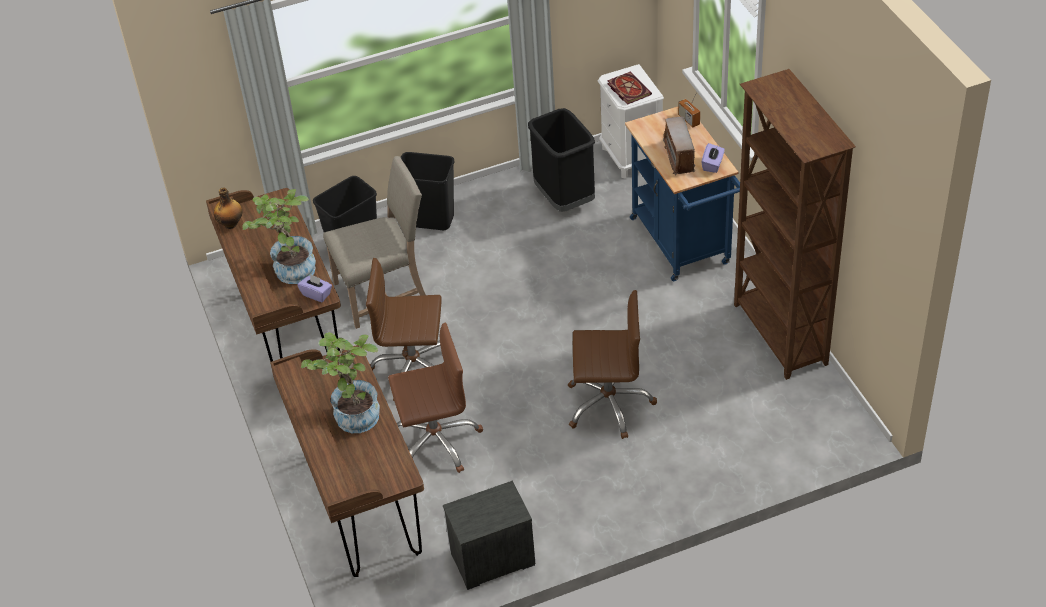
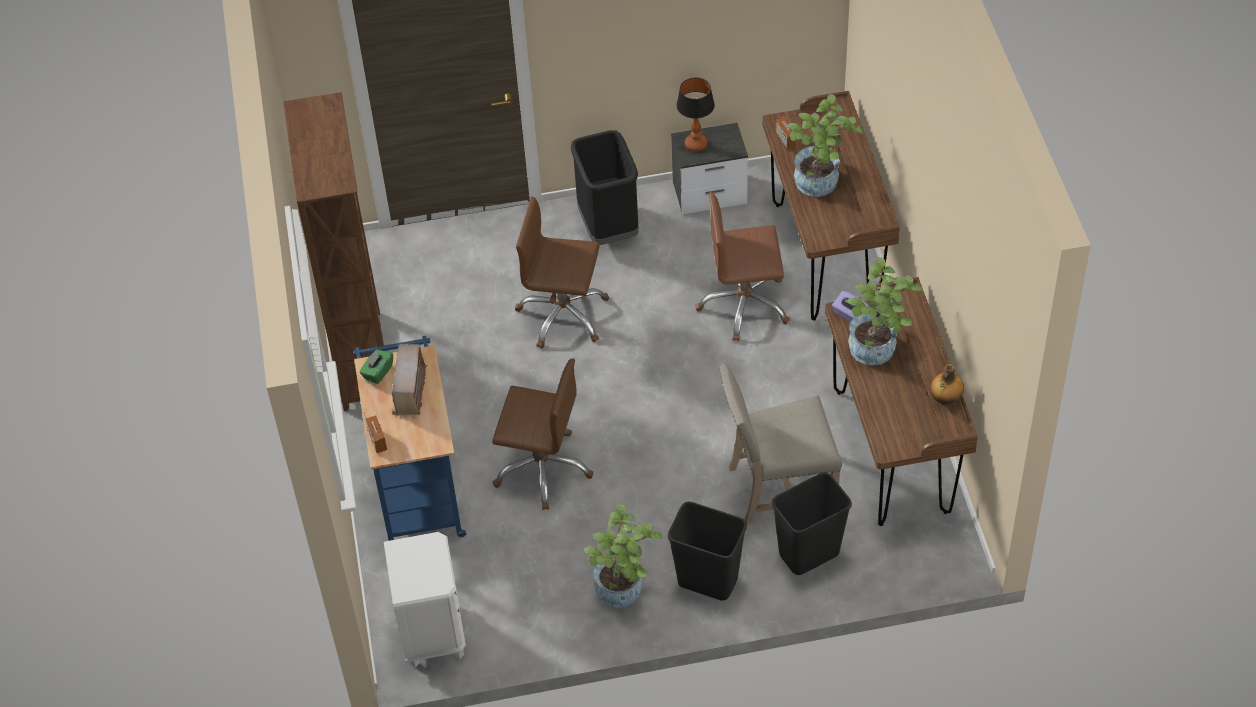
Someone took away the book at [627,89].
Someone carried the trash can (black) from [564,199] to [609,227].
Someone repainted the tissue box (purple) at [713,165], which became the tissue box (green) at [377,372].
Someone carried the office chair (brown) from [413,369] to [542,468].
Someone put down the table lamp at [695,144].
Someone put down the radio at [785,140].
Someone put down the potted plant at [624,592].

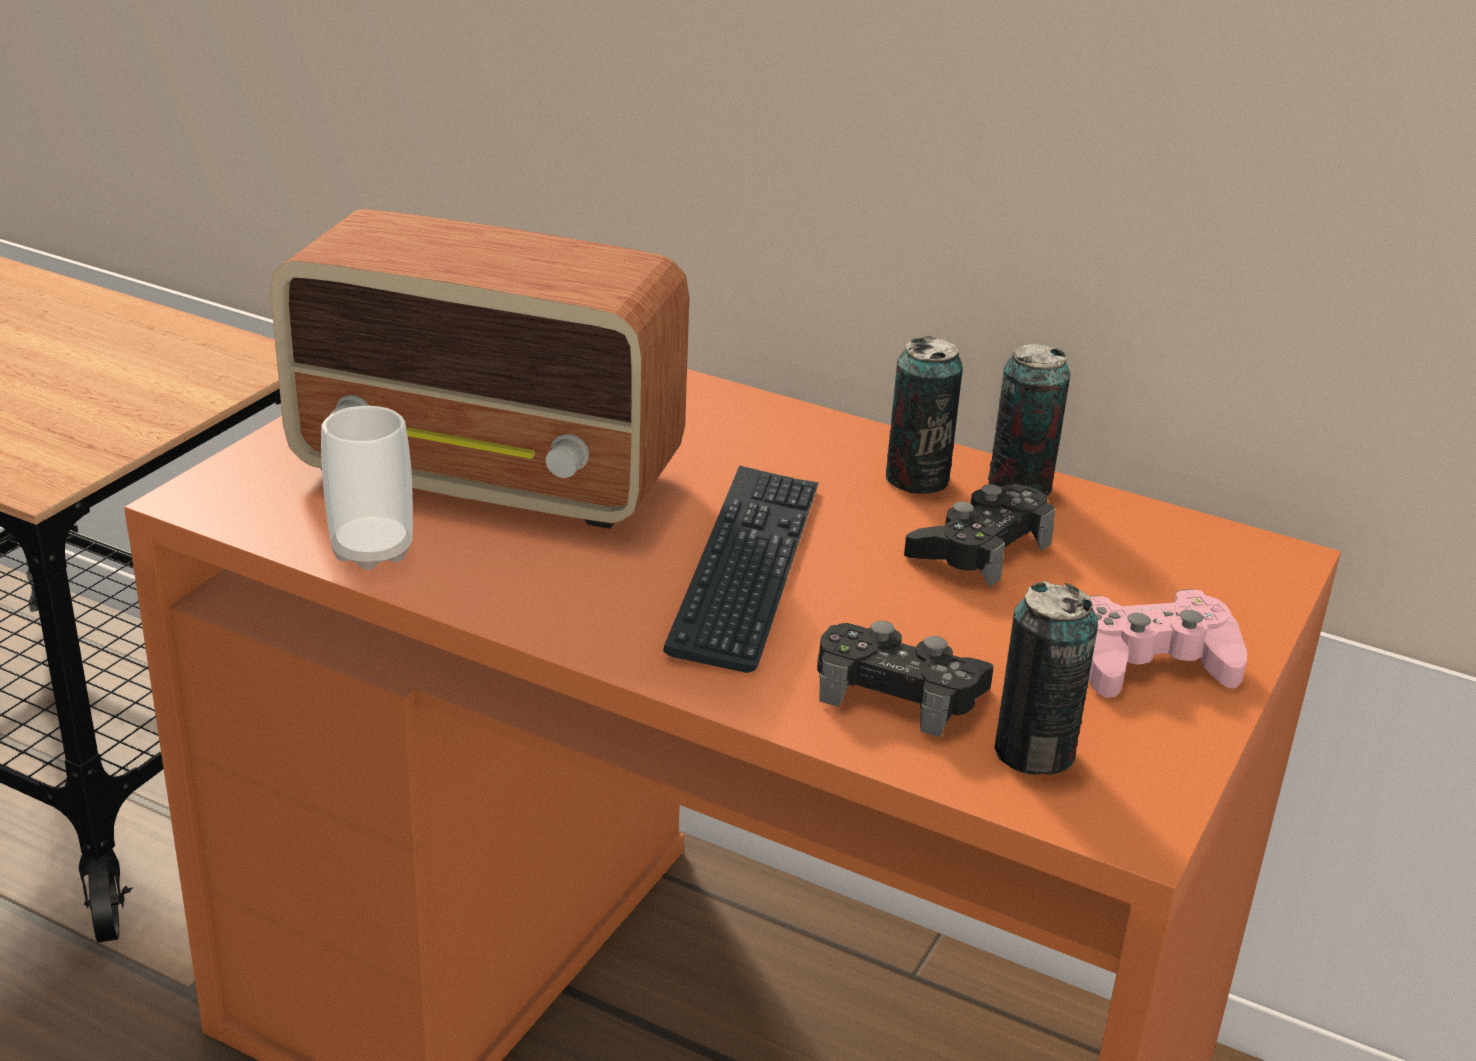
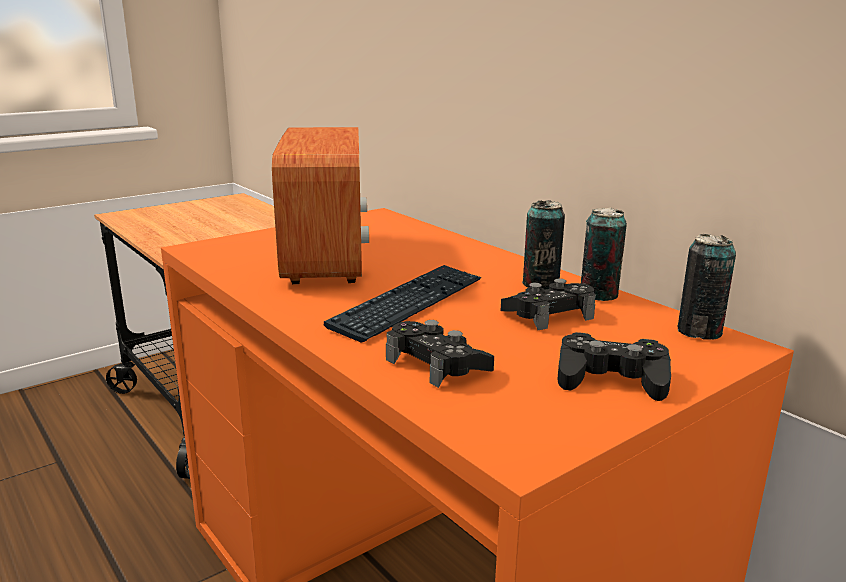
Someone rotated the radio at [491,475] by 135 degrees counterclockwise.
Someone took away the cup at [372,551].
Someone carried the can from [1034,752] to [699,332].
Someone repainted the game controller (pink) at [1151,661], which became the game controller (black) at [611,378].

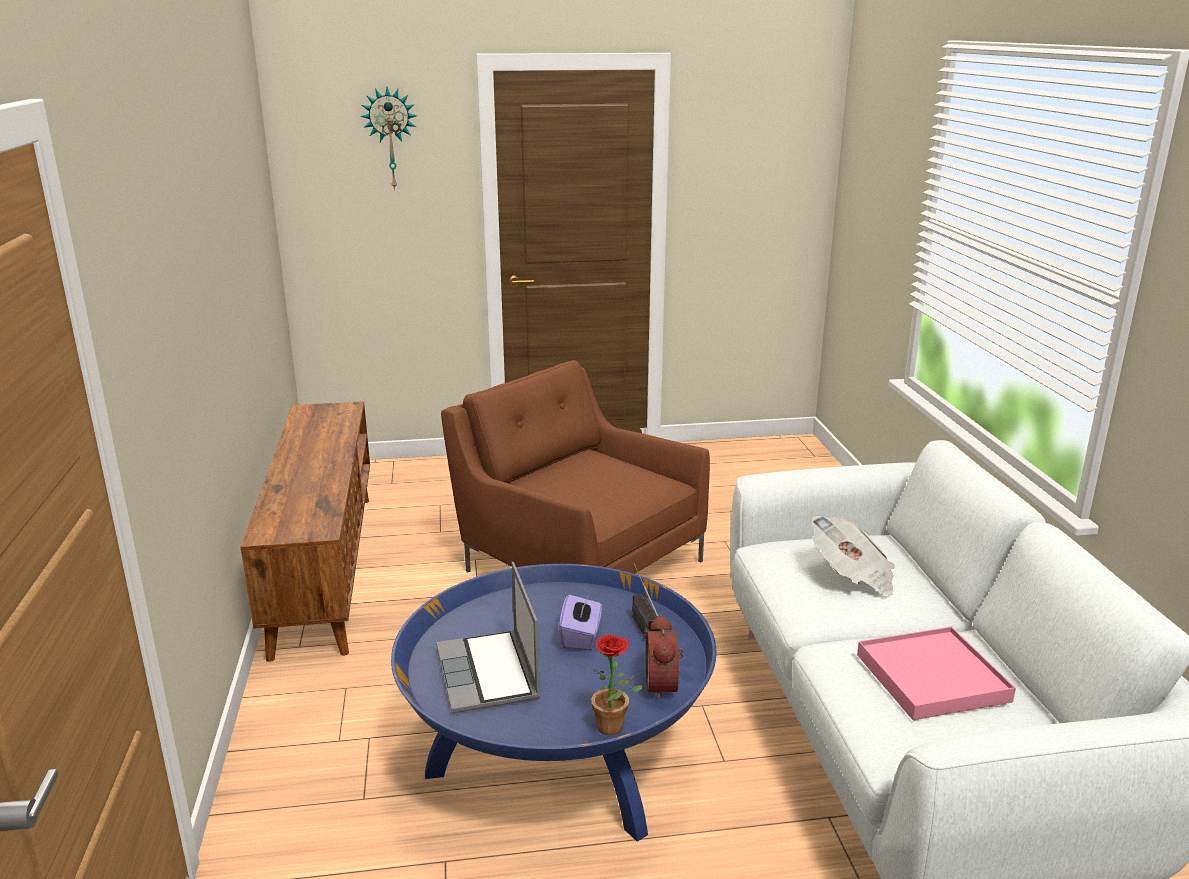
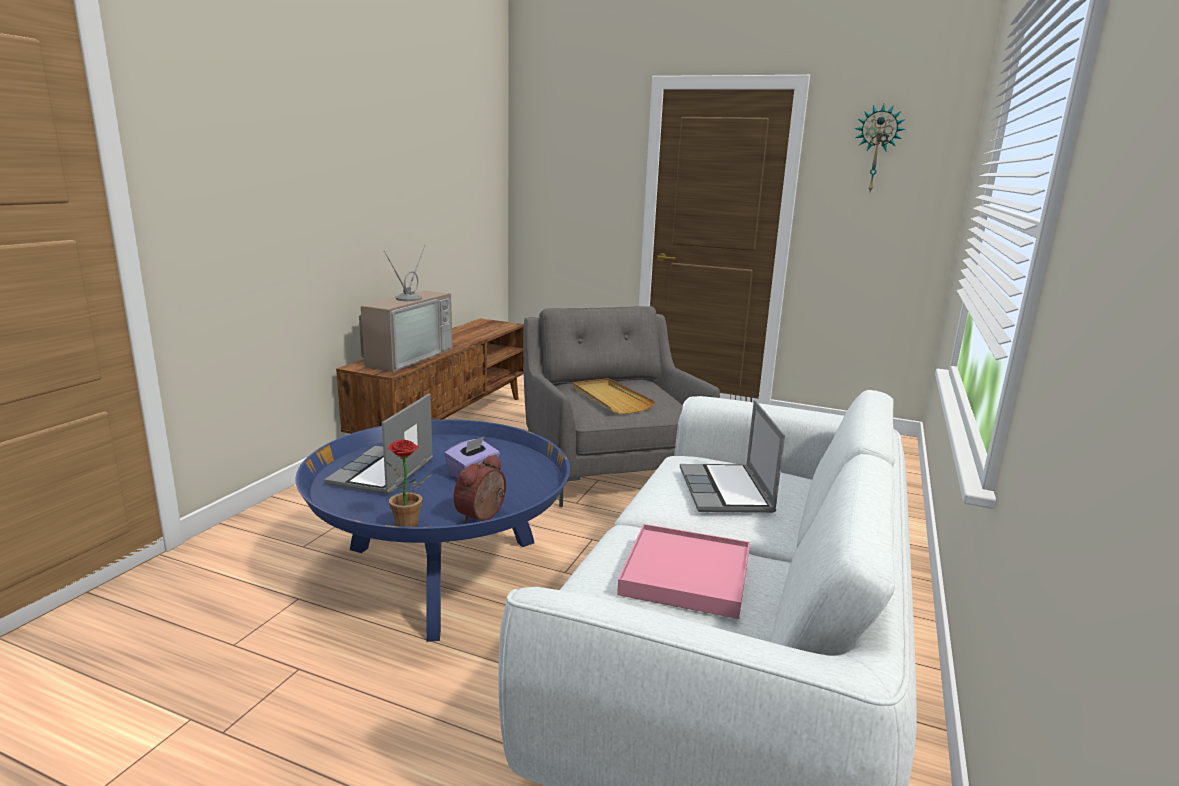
Someone carried the wall clock from [390,138] to [876,149].
Someone repainted the armchair (brown) at [578,562], which became the armchair (grey) at [611,466].
Someone swapped the newspaper at [852,576] for the laptop at [727,491].
Someone took away the radio at [639,621].
Someone put down the television at [405,357].
Someone put down the tray (beige) at [610,399].

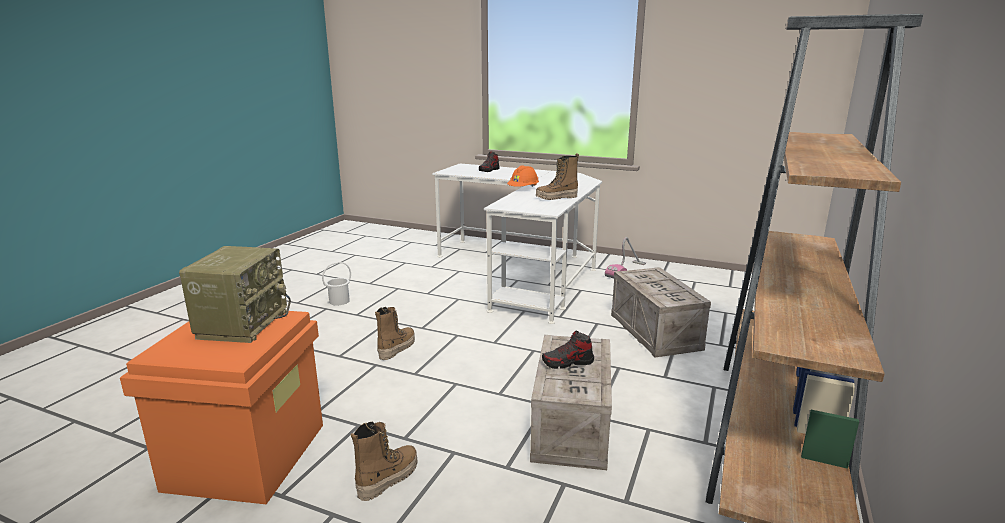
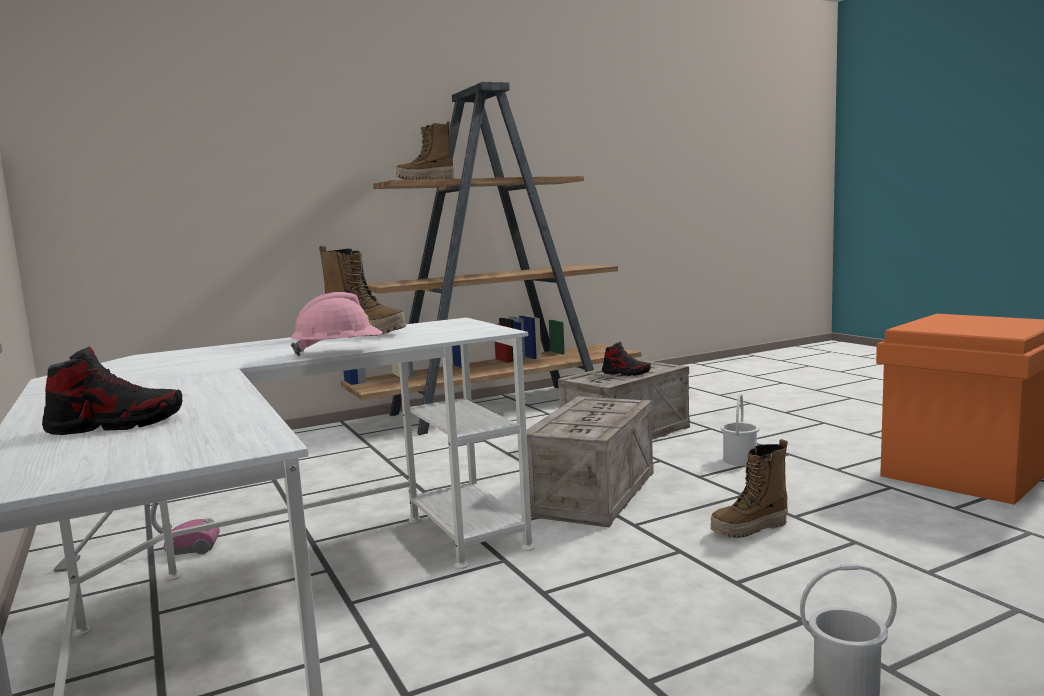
Someone repainted the hard hat (orange) at [523,189], which became the hard hat (pink) at [339,352].
Someone took away the radio at [242,324].
Someone carried the crate from [653,331] to [593,494].
Someone carried the boot from [388,478] to [425,180].
Someone put down the bucket (white) at [739,460].

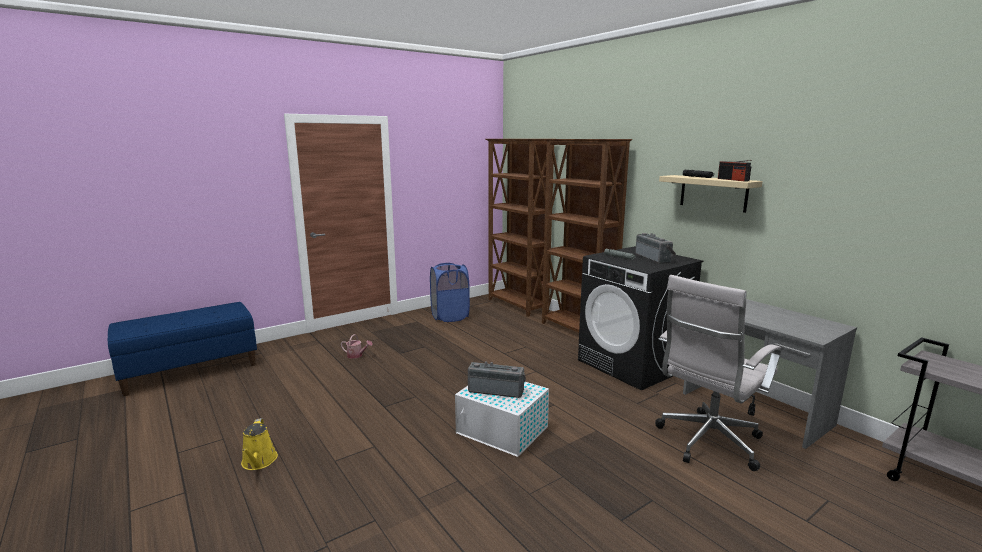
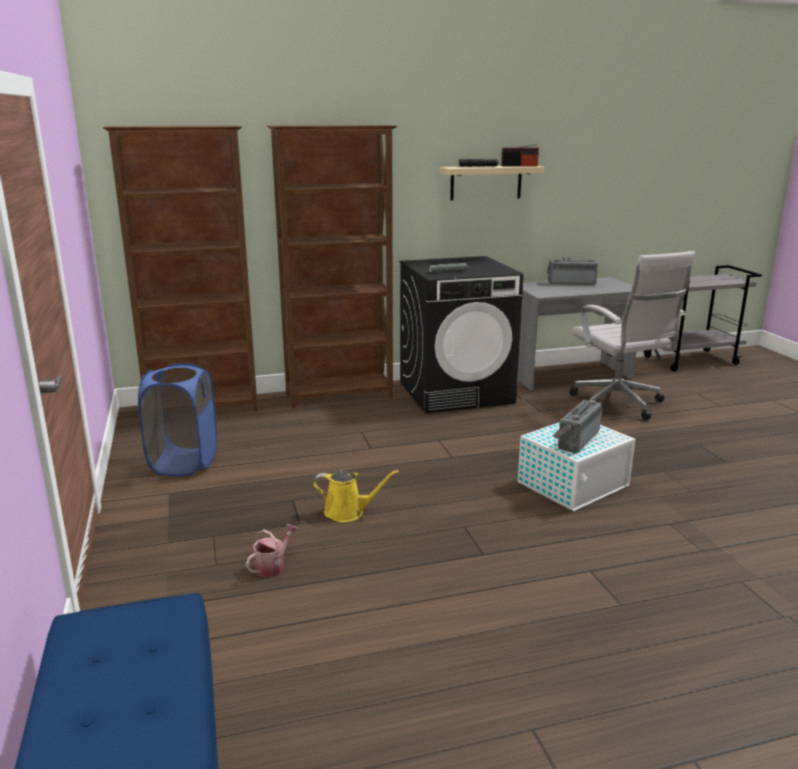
Someone carried the radio from [654,259] to [571,283].
Someone carried the watering can (yellow) from [259,462] to [348,512].

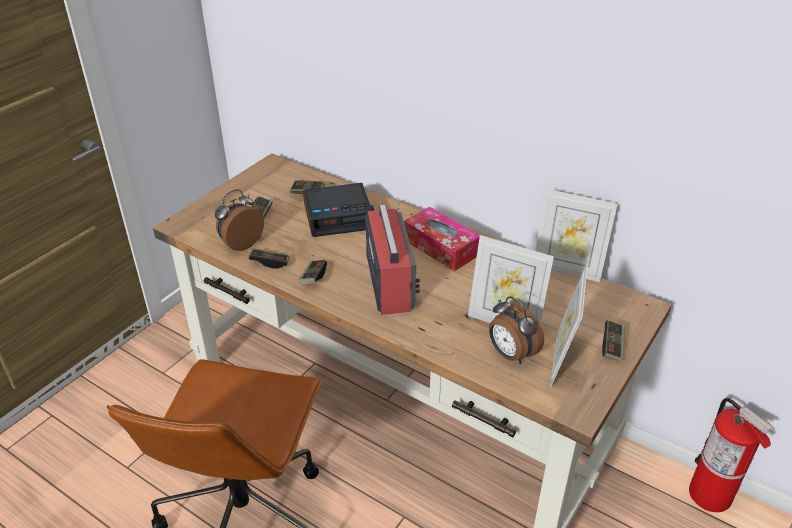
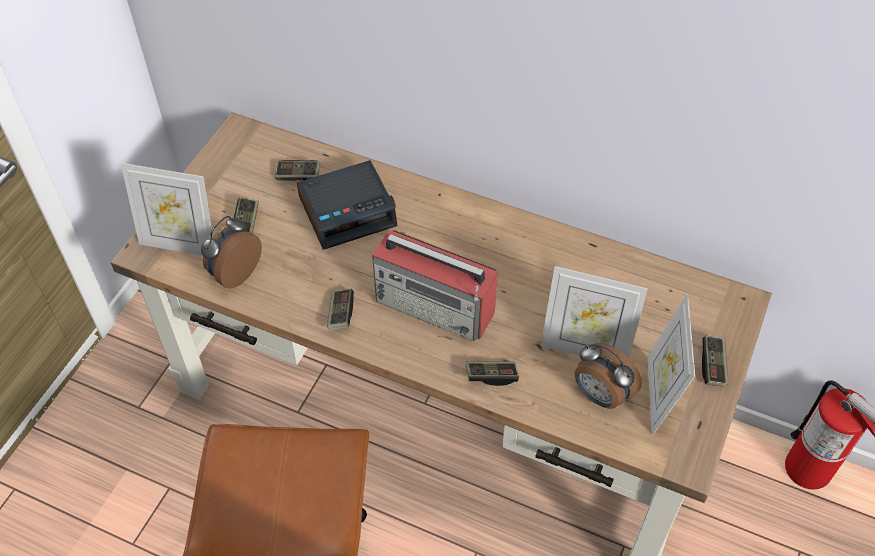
Someone carried the picture frame from [567,269] to [180,244].
Someone rotated the radio at [389,281] by 135 degrees clockwise.
Someone took away the tissue box at [441,247].
Someone carried the game controller from [270,262] to [491,376].

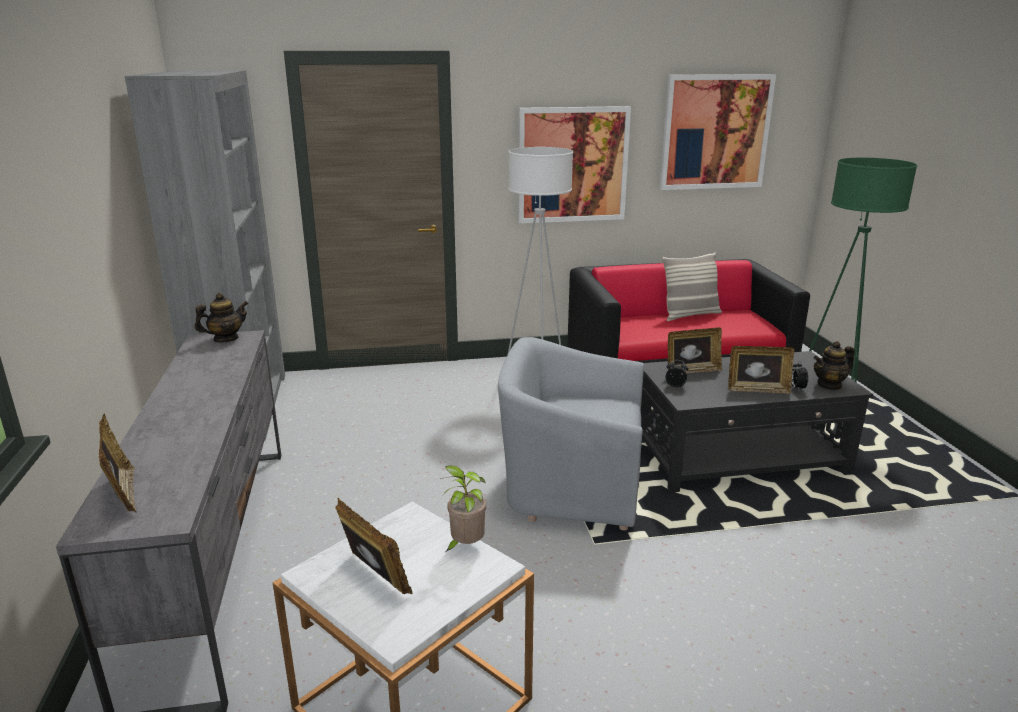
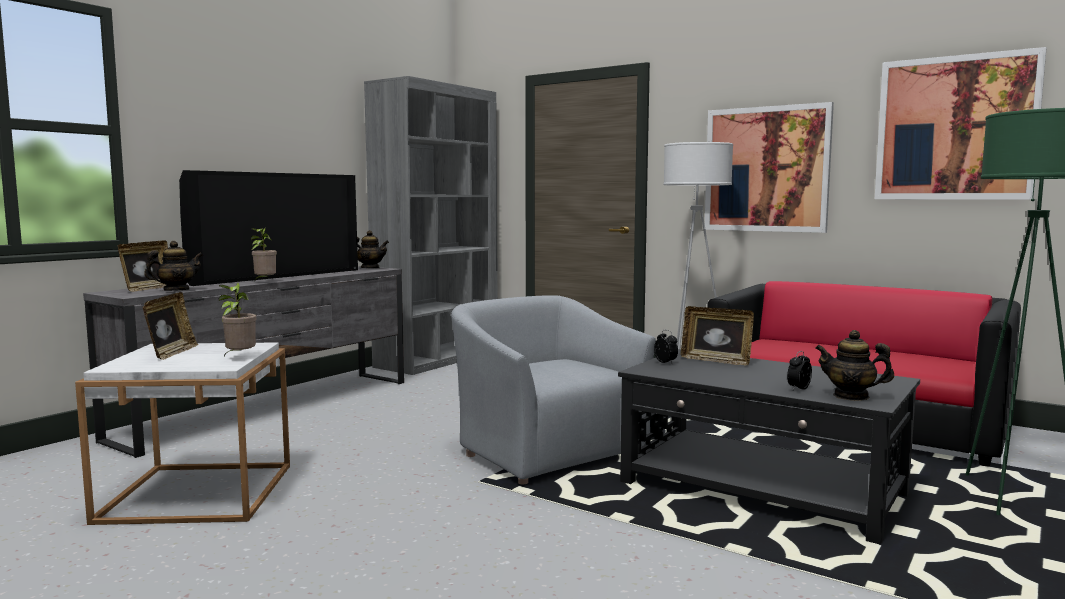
Someone took away the pillow at [690,315].
Someone took away the picture frame at [757,389].
Someone put down the television at [277,276].
Someone put down the potted plant at [264,282].
Someone put down the teapot at [176,290].

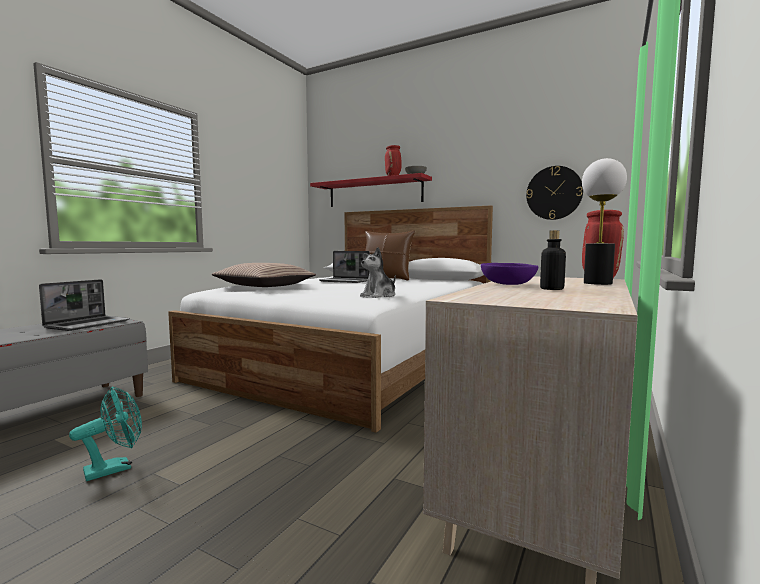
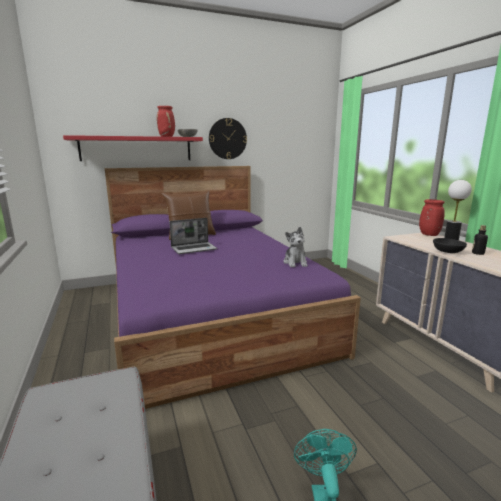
Someone carried the wall clock from [554,193] to [227,138].
Someone repainted the bed (white) at [357,359], which became the bed (purple) at [211,313].
Someone took away the pillow at [265,286].
Someone repainted the bowl (purple) at [508,284], which became the bowl (black) at [448,252].
Someone took away the laptop at [88,324].

